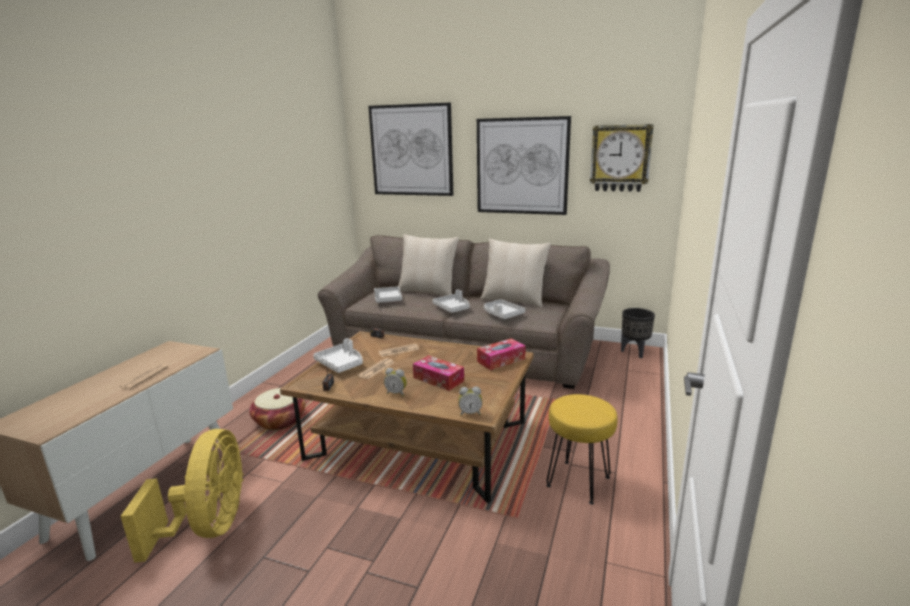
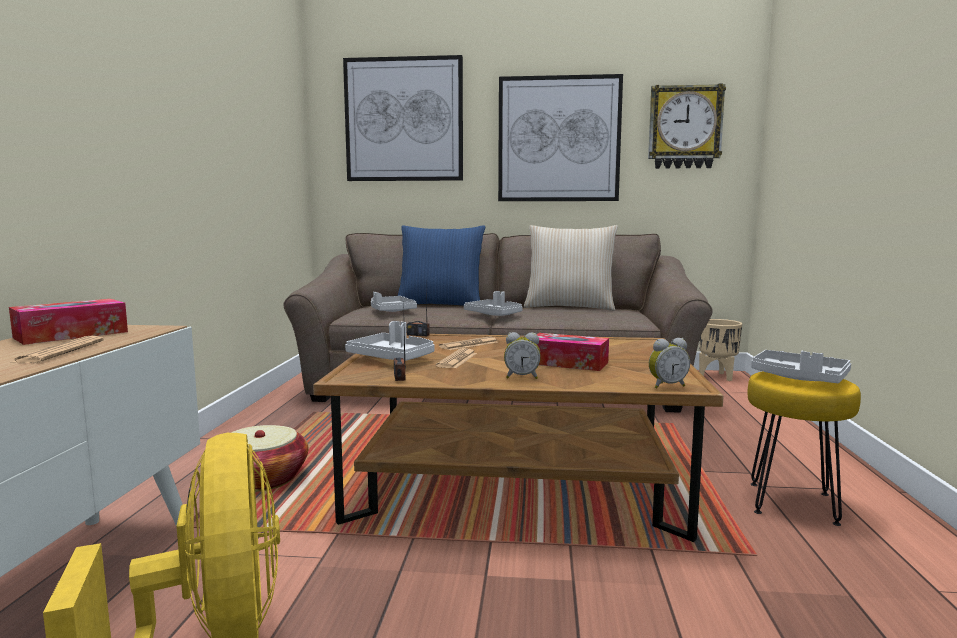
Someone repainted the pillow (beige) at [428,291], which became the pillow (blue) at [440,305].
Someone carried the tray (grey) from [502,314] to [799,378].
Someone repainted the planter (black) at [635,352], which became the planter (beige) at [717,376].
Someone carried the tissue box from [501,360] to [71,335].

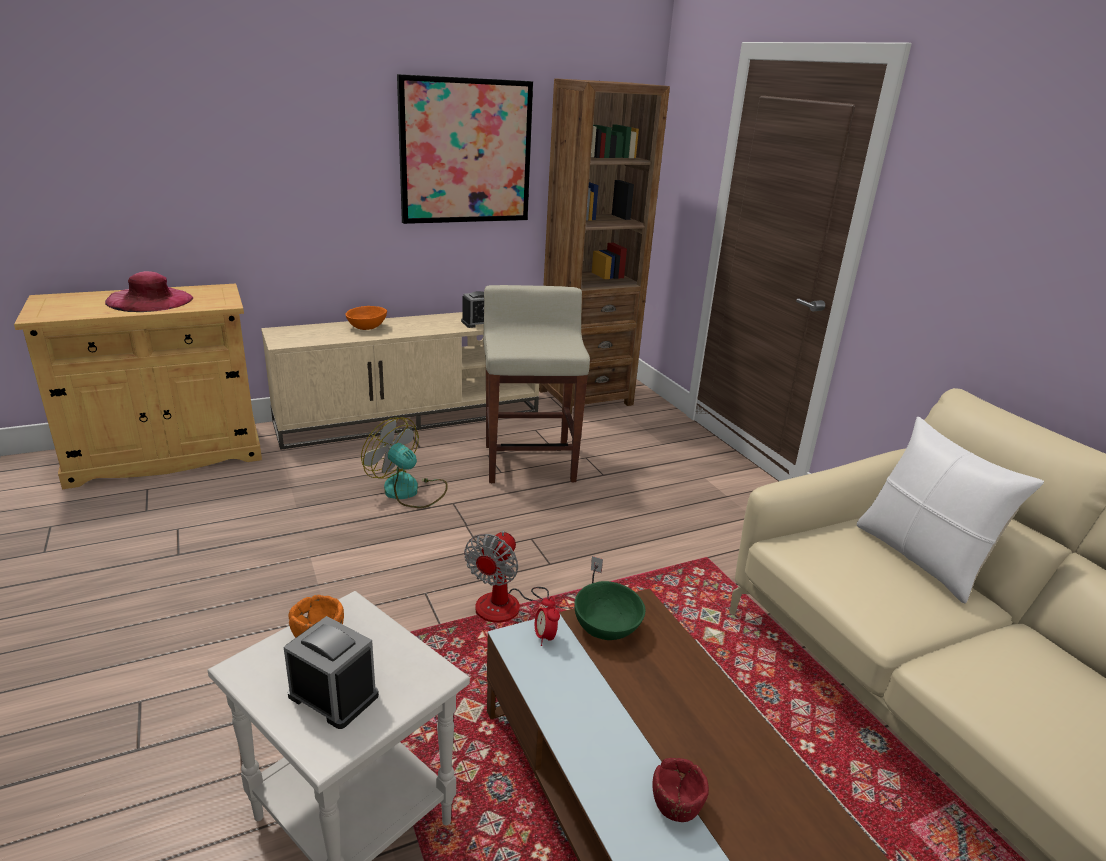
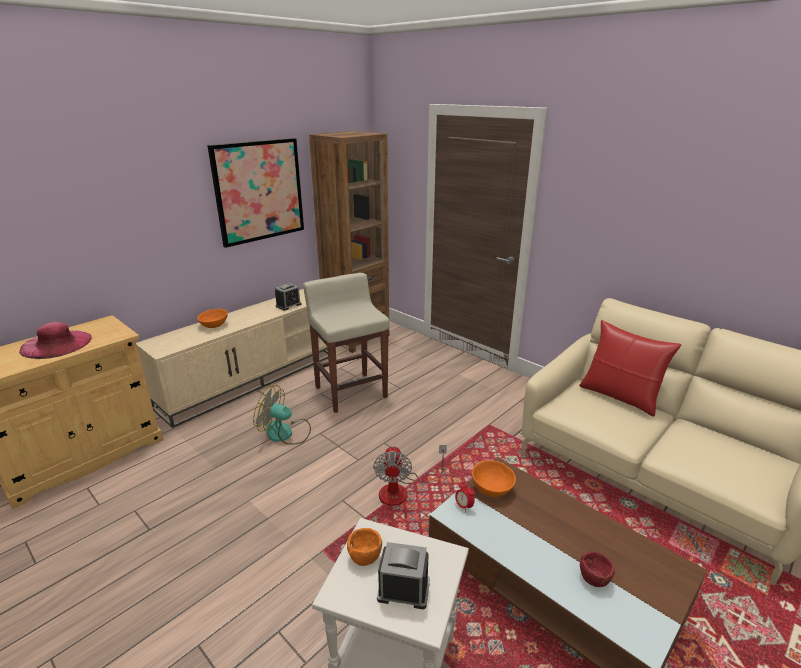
Someone repainted the pillow (white) at [921,558], which became the pillow (red) at [619,396].
Someone repainted the bowl (green) at [605,627], which became the bowl (orange) at [491,488].

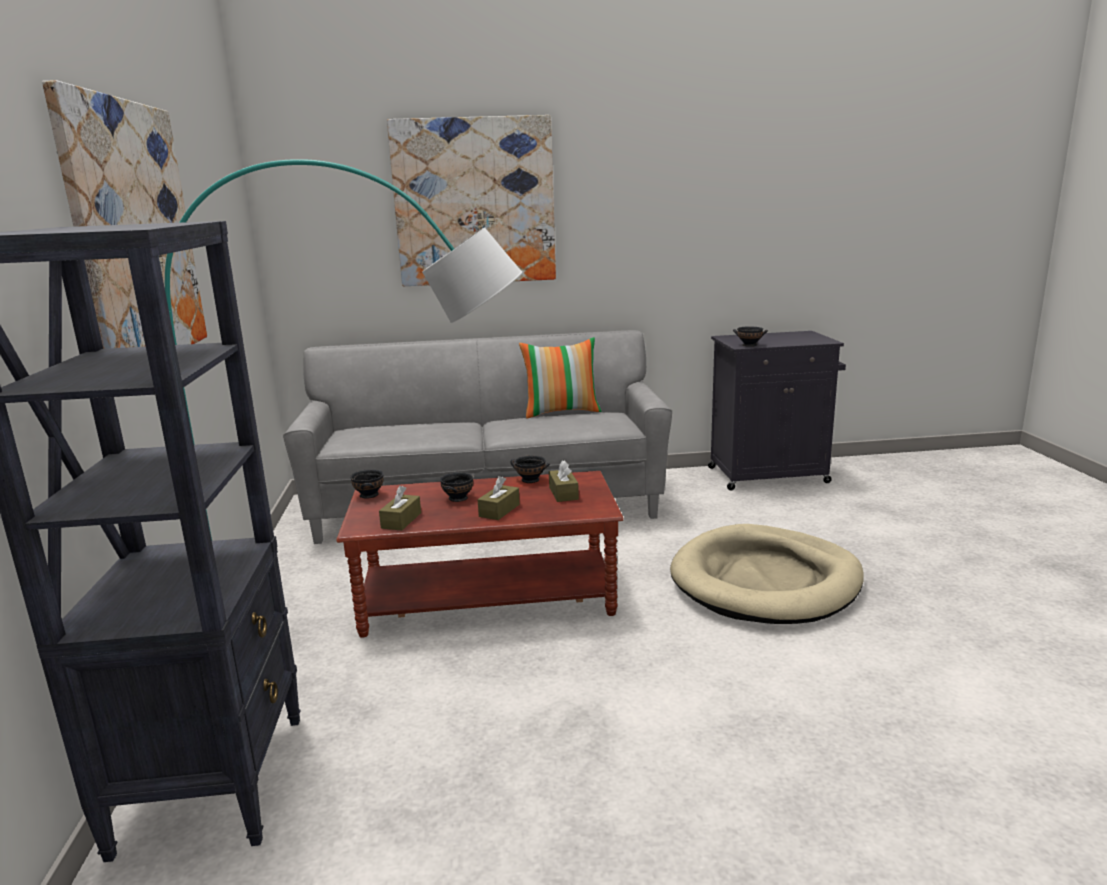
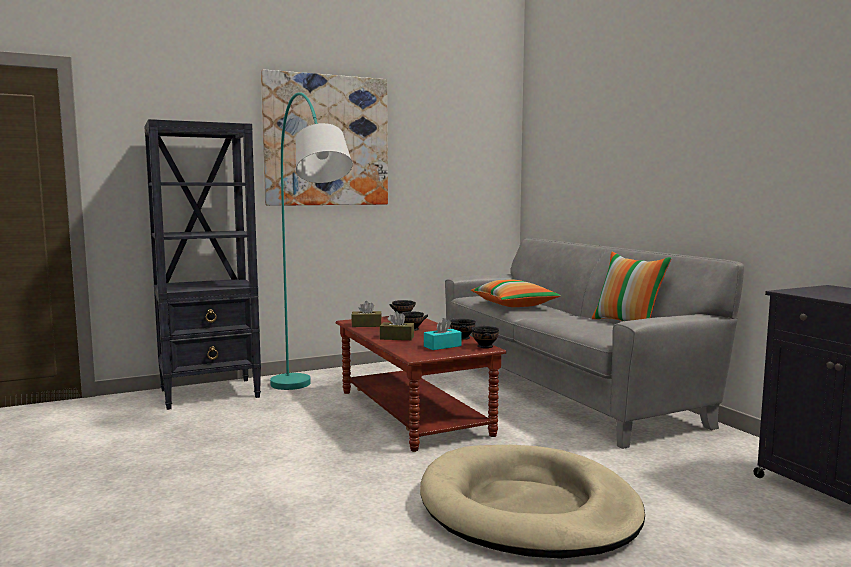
Someone took away the picture at [474,202].
Someone carried the bowl (black) from [750,345] to [484,346].
Someone repainted the tissue box (brown) at [563,493], which became the tissue box (turquoise) at [442,346].
Someone put down the pillow at [514,305].

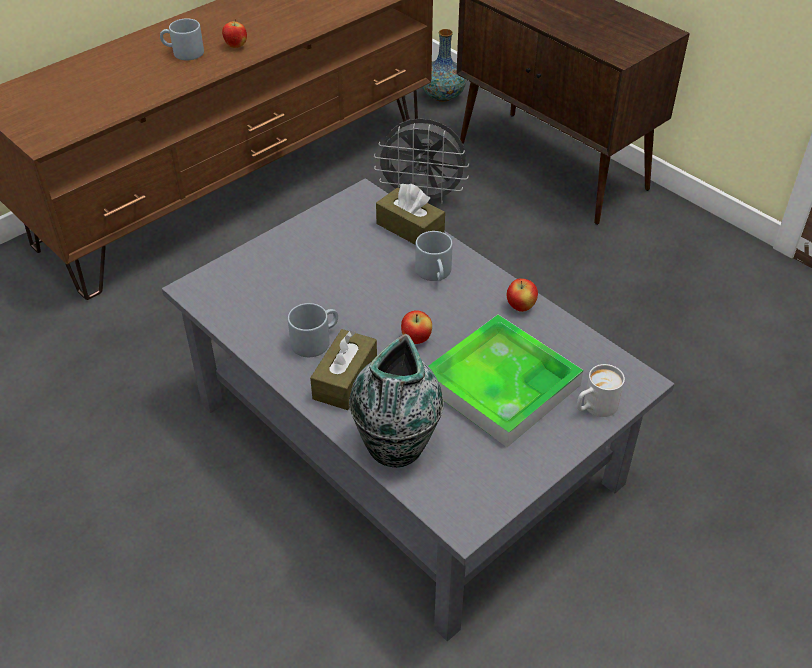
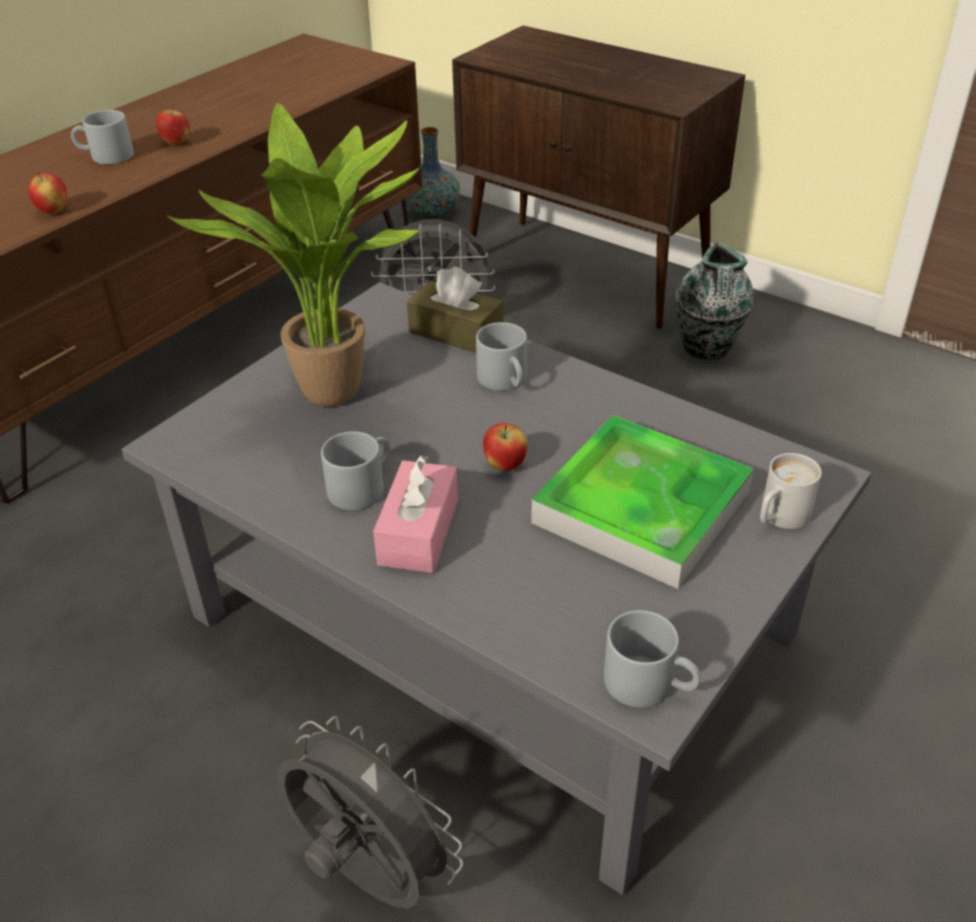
Someone carried the apple from [521,307] to [53,211].
Someone repainted the tissue box (brown) at [345,379], which became the tissue box (pink) at [418,532].
Someone carried the vase from [396,448] to [707,348].
Someone put down the potted plant at [341,395].
Someone put down the mug (grey) at [650,684].
Someone put down the fan (grey) at [367,875].

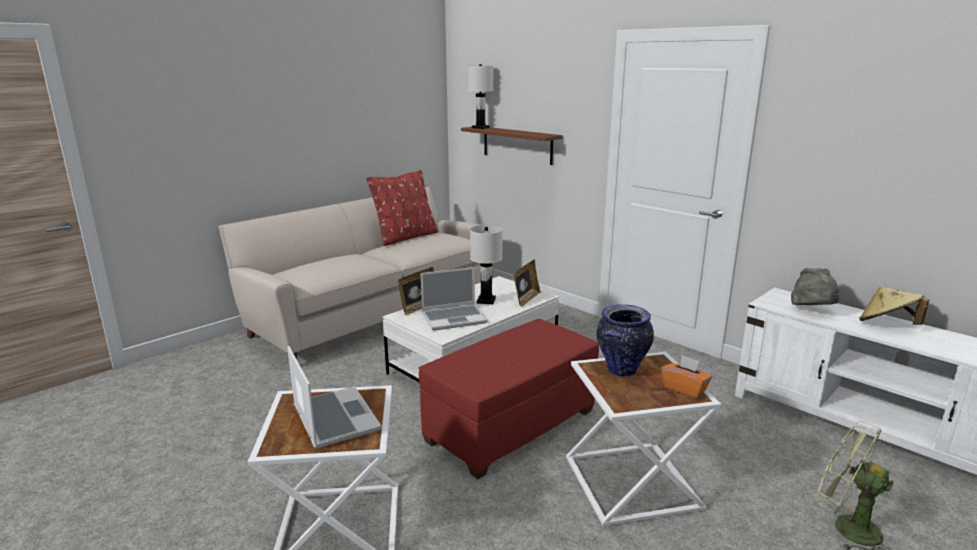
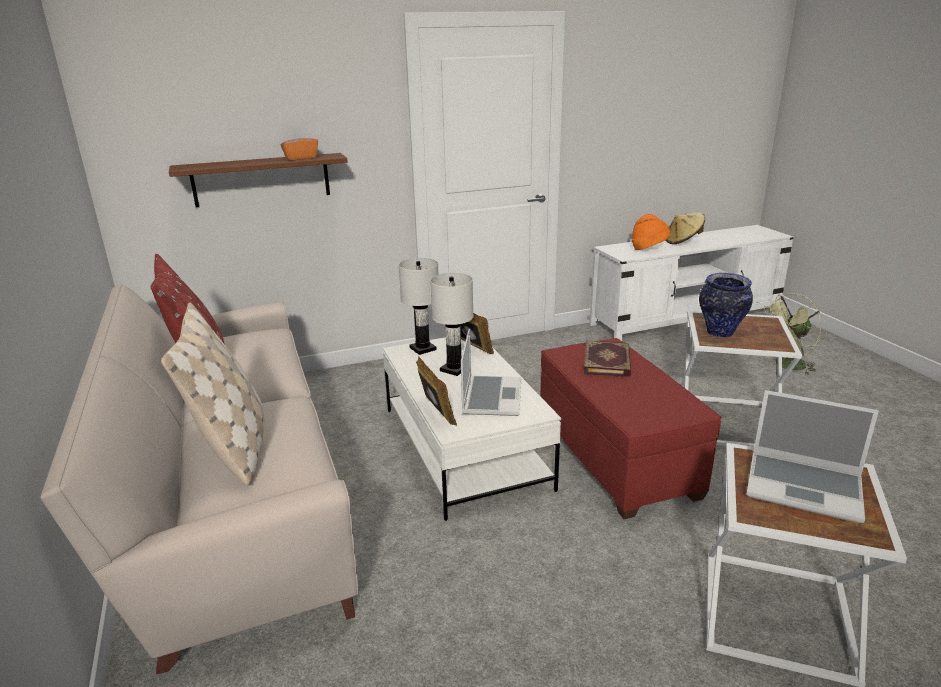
Someone carried the table lamp (white) from [480,127] to [422,348].
Someone repainted the hat (grey) at [812,311], which became the hat (orange) at [648,250].
Someone rotated the laptop at [334,418] by 150 degrees counterclockwise.
Someone carried the tissue box (orange) from [684,389] to [300,158].
Someone put down the pillow (beige) at [233,447].
Someone put down the book at [608,361].

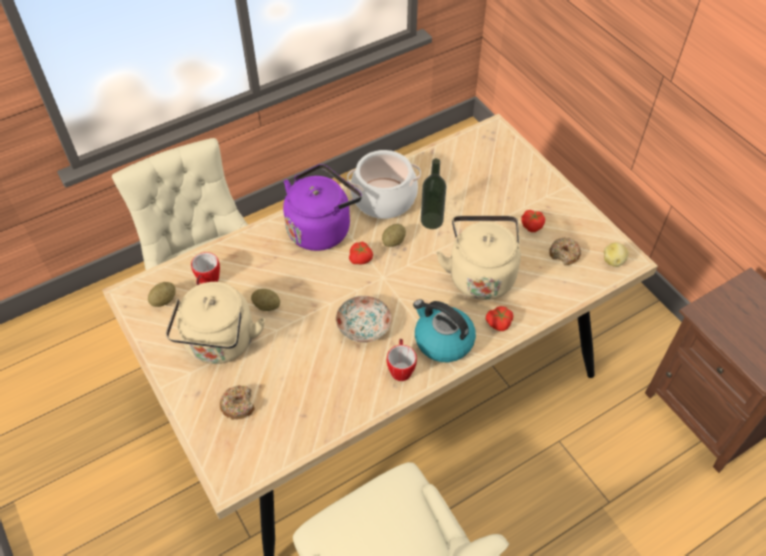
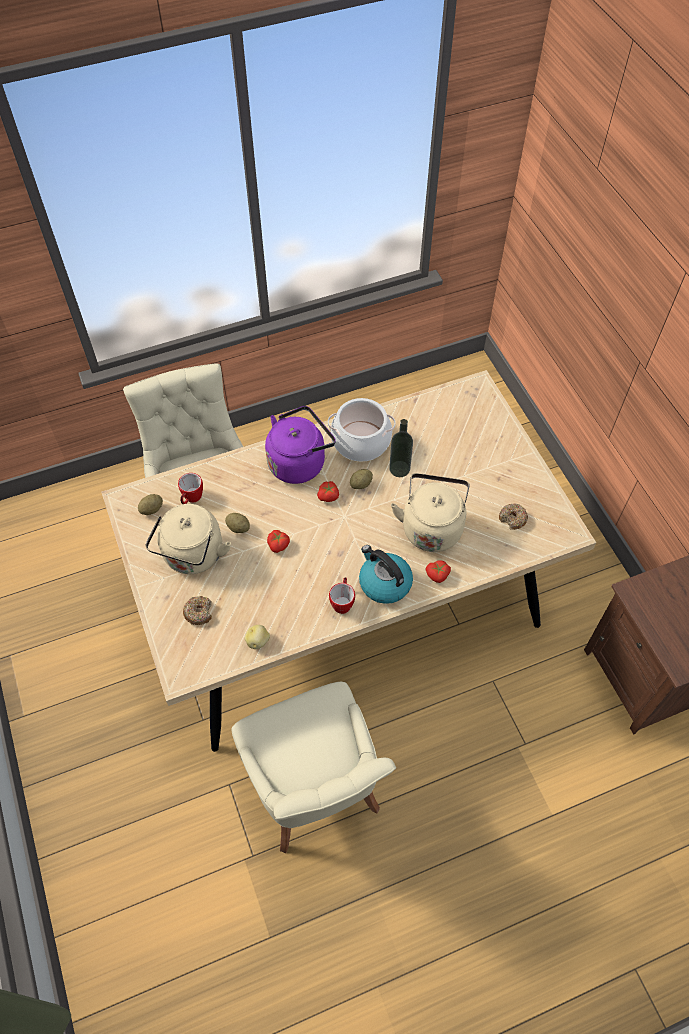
Someone carried the tomato from [532,225] to [279,544].
Someone carried the potato from [613,261] to [258,641].
Someone took away the plate at [364,326].

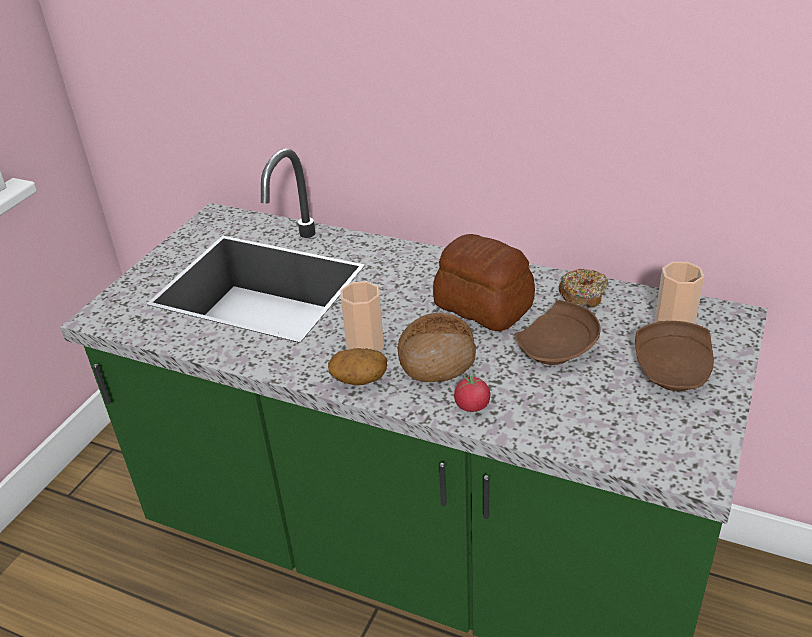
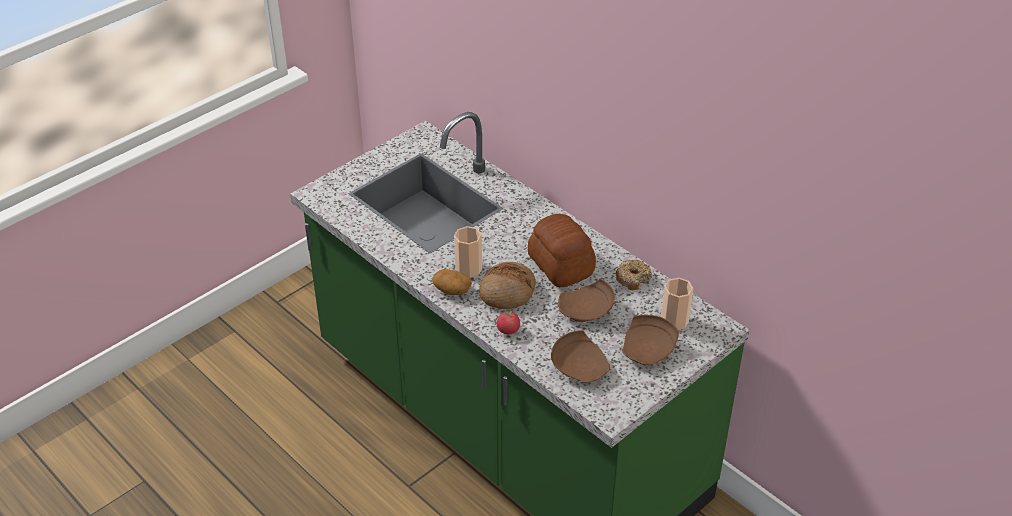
Someone put down the plate (brown) at [580,367].

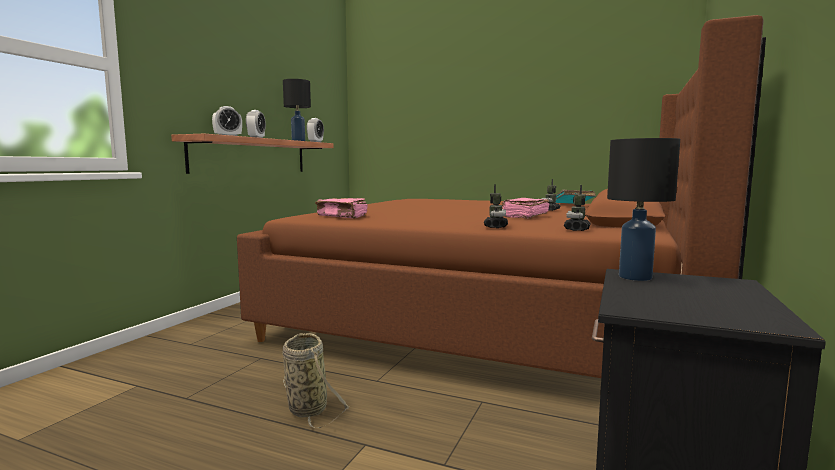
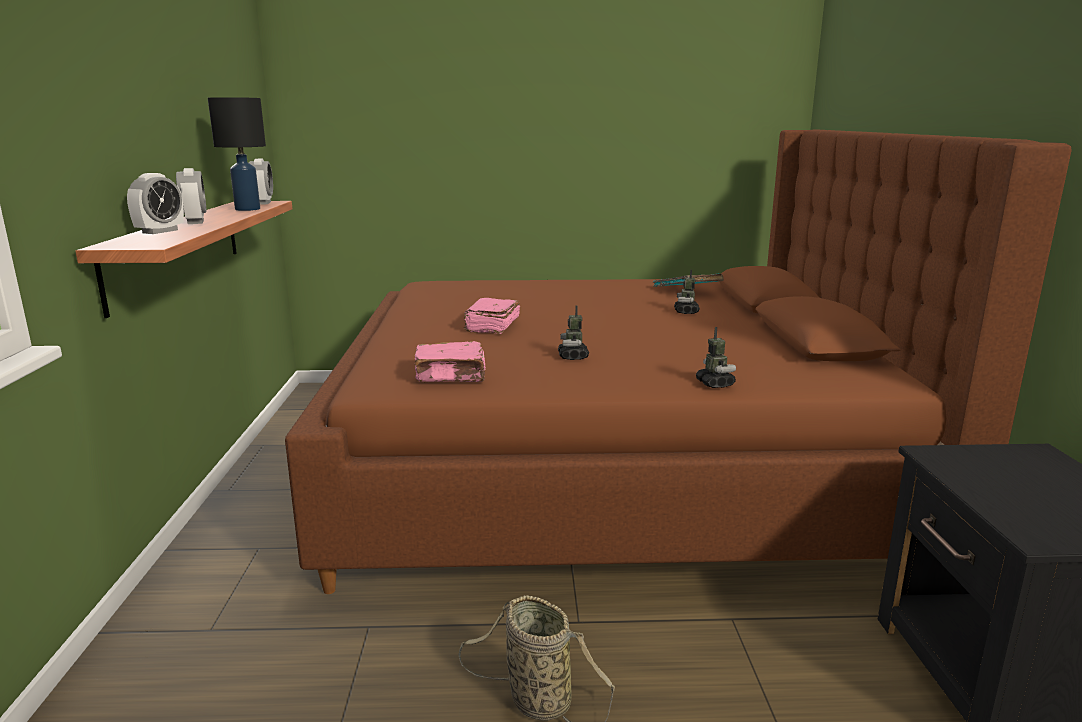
Someone took away the table lamp (black) at [635,277].
Someone carried the toy robot from [576,229] to [573,356].
Someone carried the book (pink) from [524,216] to [491,326].

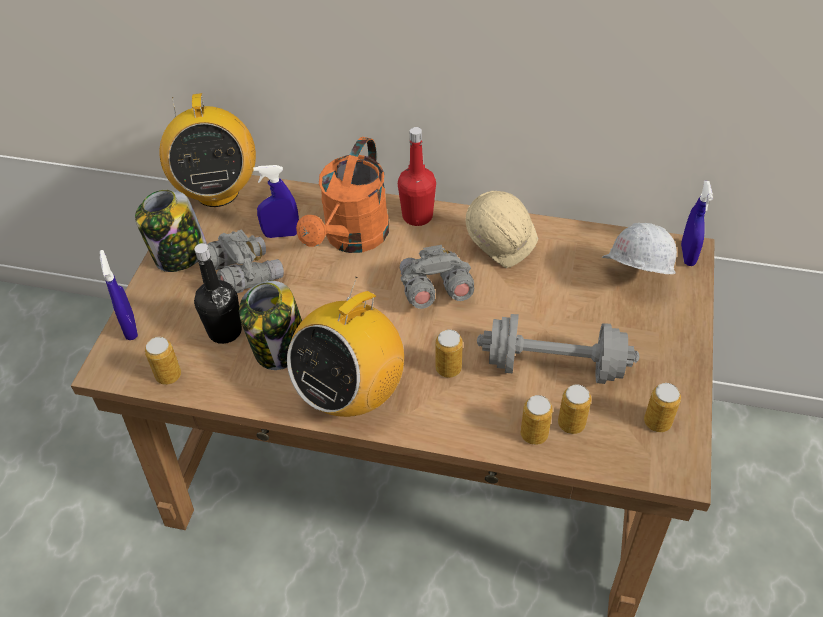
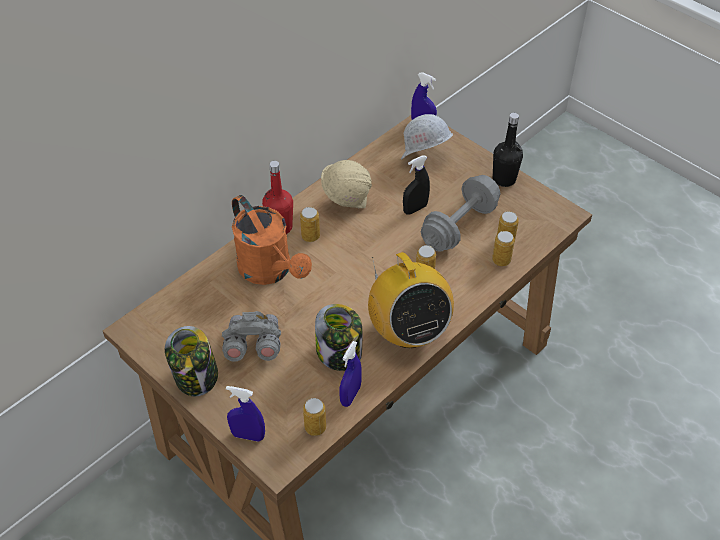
Someone took away the radio at [217,191].
Someone carried the spray bottle (blue) from [281,234] to [350,395].
Someone carried the bottle (black) from [225,331] to [504,179].
Someone took away the binoculars (grey) at [434,291].
Someone carried the can from [657,422] to [310,236].
Someone put down the spray bottle (black) at [415,209].

